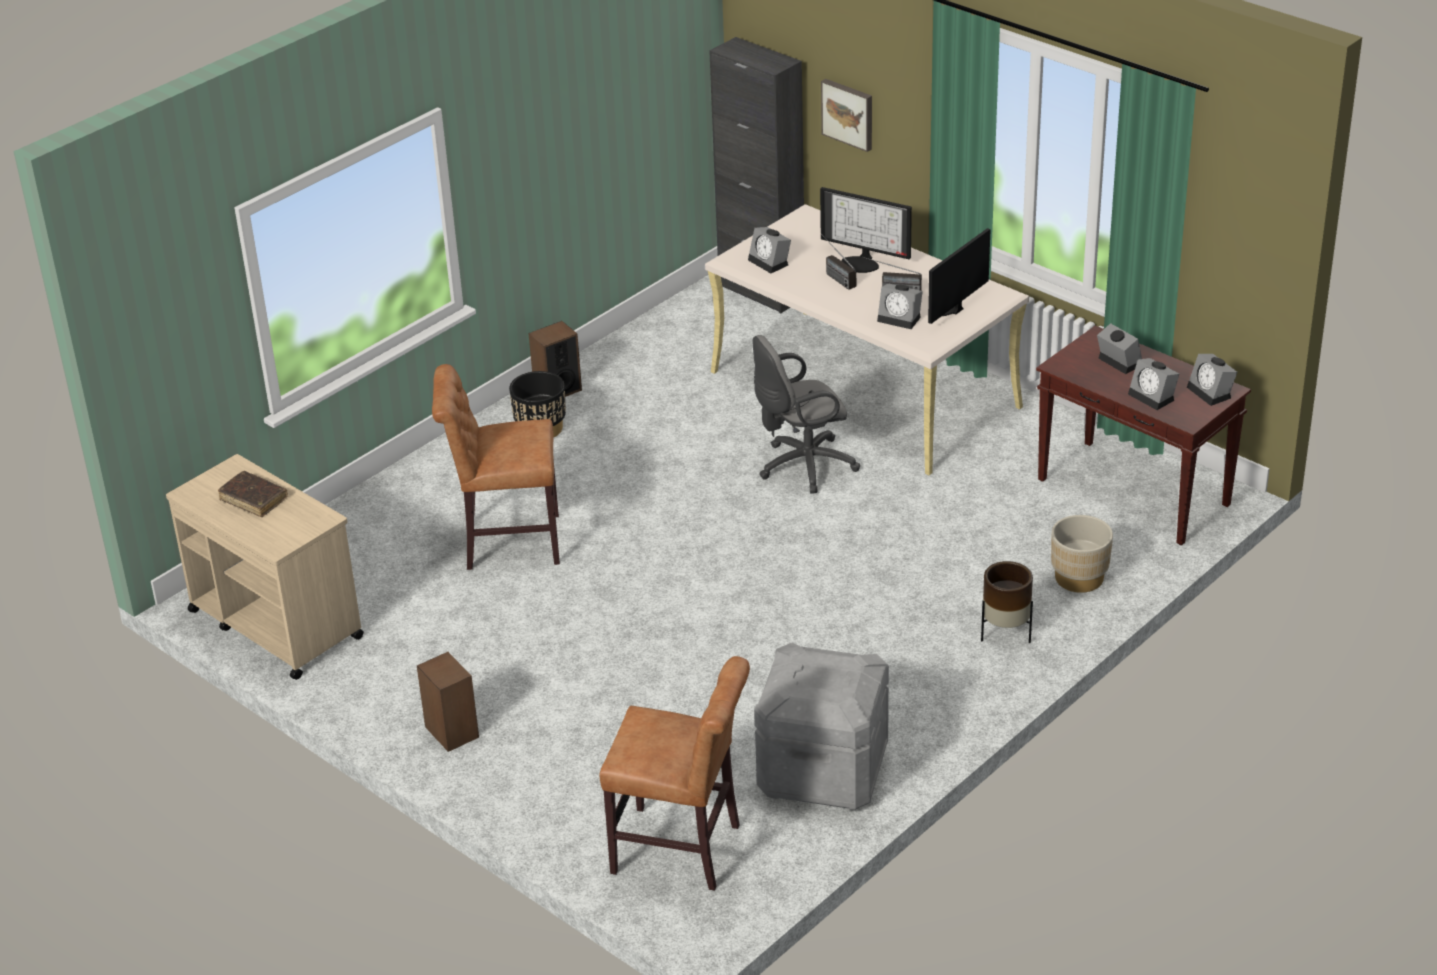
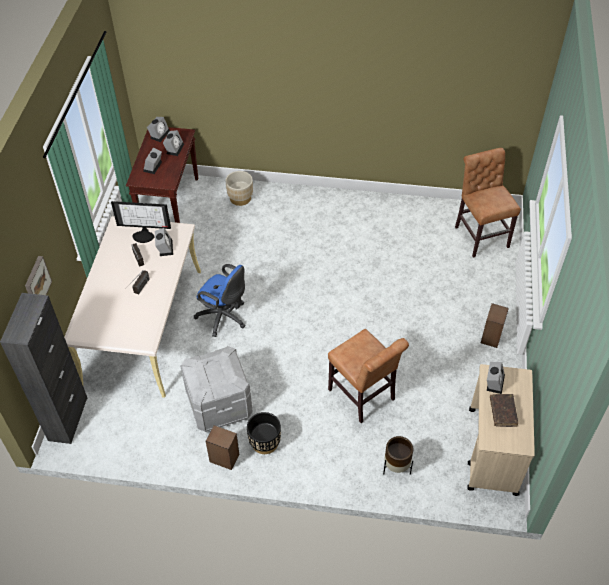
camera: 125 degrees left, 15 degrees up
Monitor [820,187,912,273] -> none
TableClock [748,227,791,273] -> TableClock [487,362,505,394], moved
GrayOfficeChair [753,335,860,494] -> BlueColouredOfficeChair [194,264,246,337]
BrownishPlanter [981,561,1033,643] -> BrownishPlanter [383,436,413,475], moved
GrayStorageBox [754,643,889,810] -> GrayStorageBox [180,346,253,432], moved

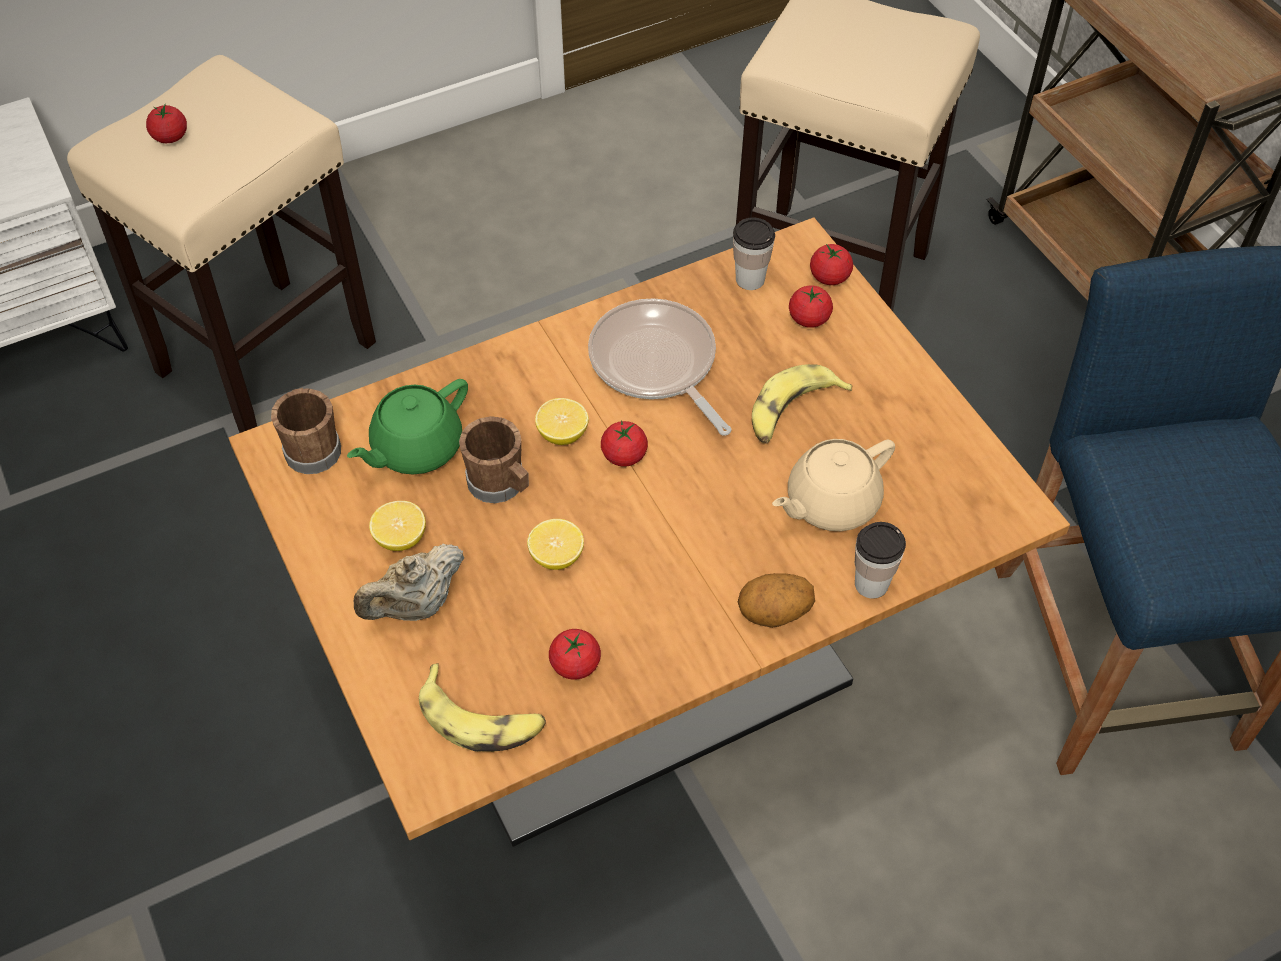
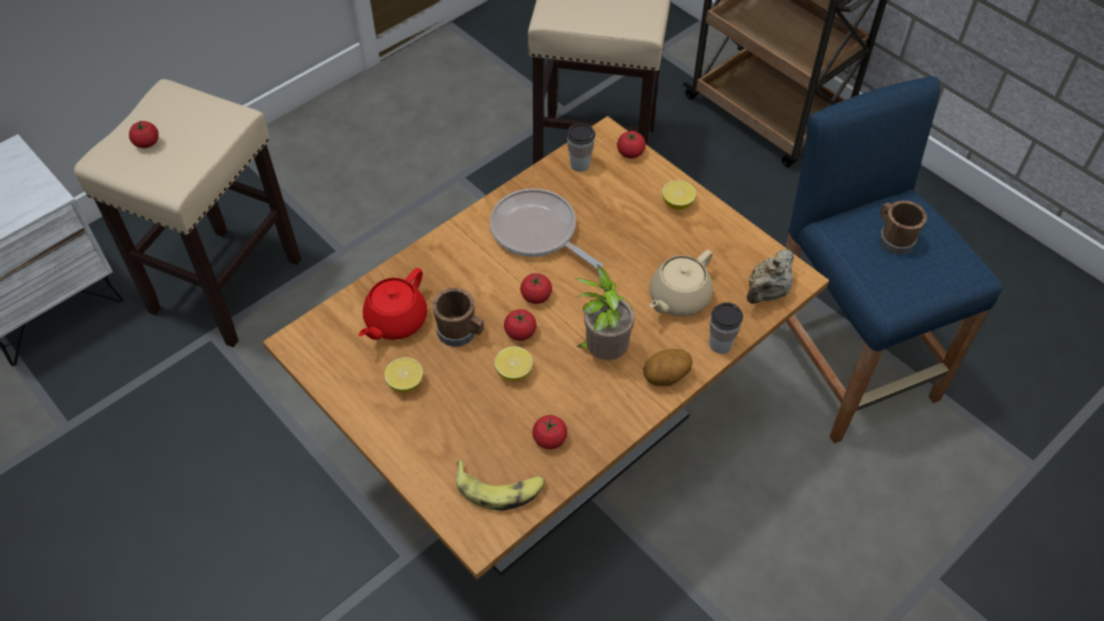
camera: 15 degrees left, 0 degrees up
FreshTomato [789,285,833,328] -> FreshTomato [504,309,537,341], moved
WholeBanana [752,364,852,444] -> none
GreenishTeaPot [347,379,468,475] -> RedTeaPot [359,268,427,340]
BrownishMug [271,388,341,474] -> BrownishMug [879,201,927,255], moved
CitrusFruit [535,398,589,445] -> CitrusFruit [662,180,696,210], moved
SandColouredTeaPot [354,544,465,621] -> SandColouredTeaPot [747,249,794,304], moved
none -> PottedPlant [576,265,635,360]

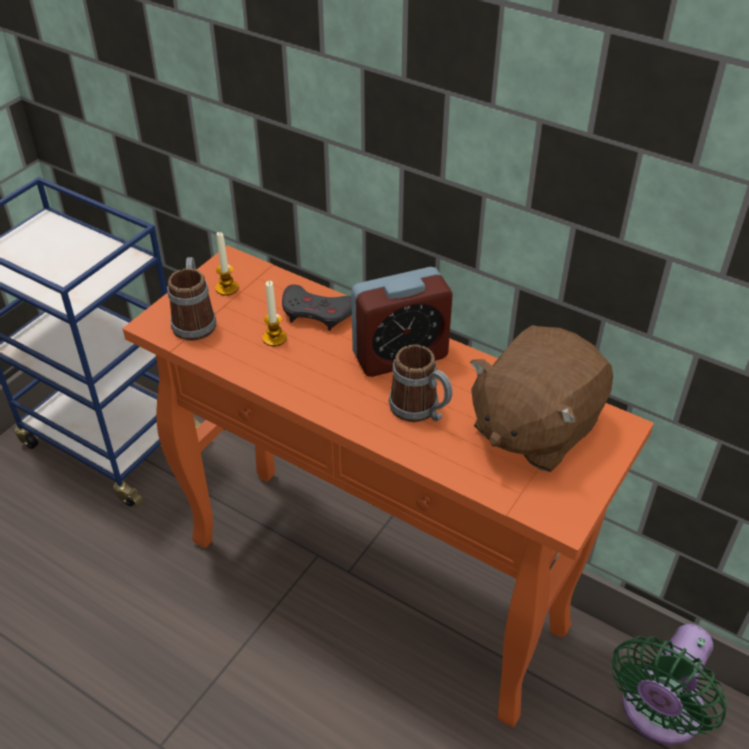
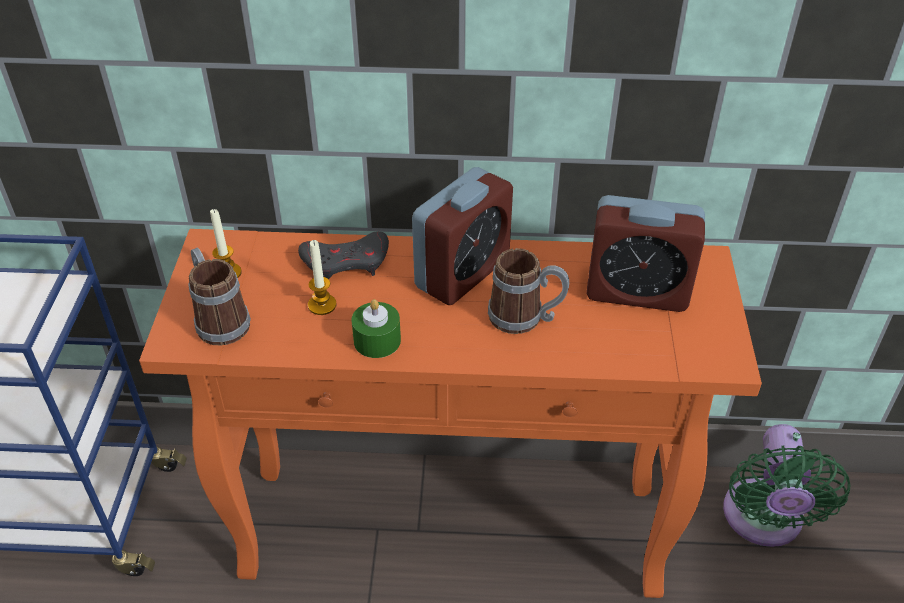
camera: 30 degrees left, 0 degrees up
BrownishPlushToy [470,325,613,472] -> TableClock [586,195,705,312]
none -> GreenishWaxLight [351,299,401,358]

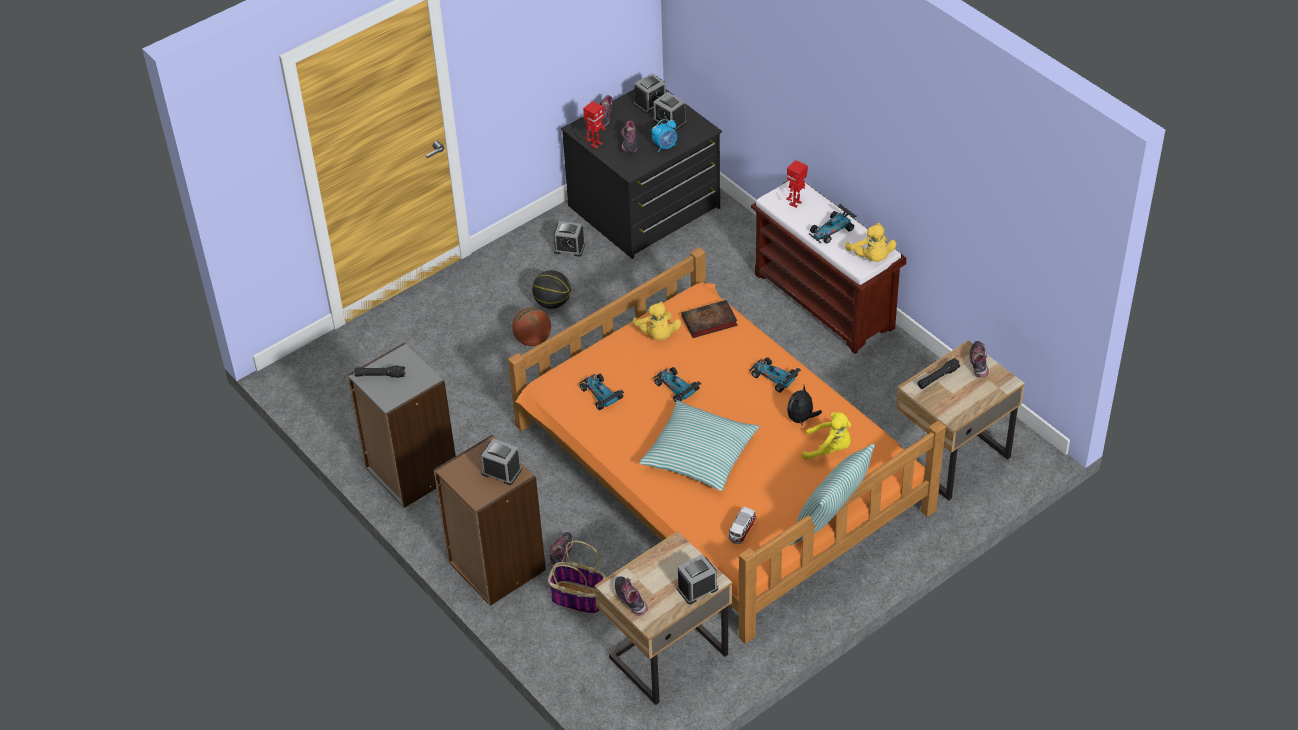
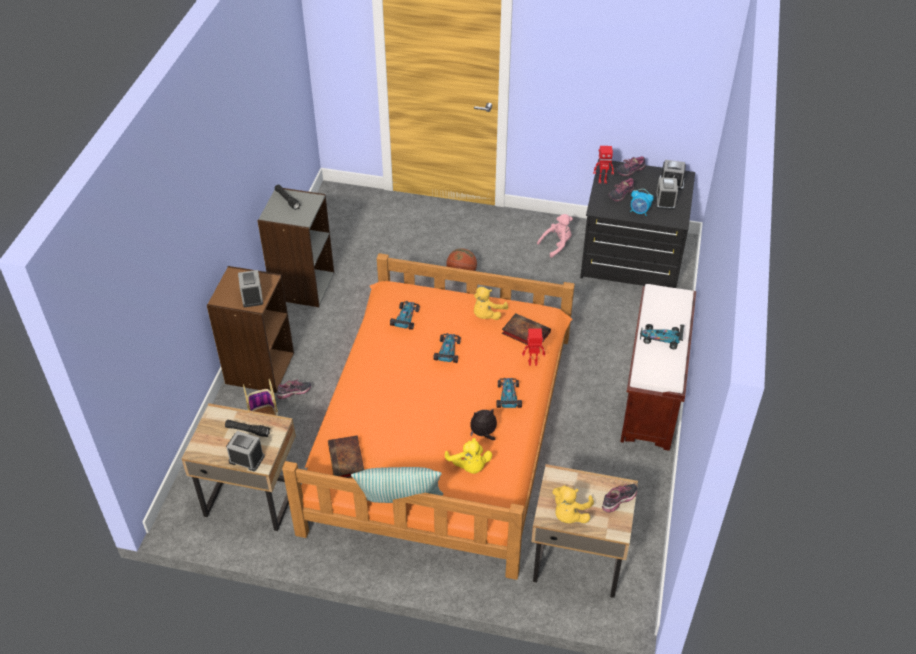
camera: 50 degrees right, 0 degrees up
RobotFigure [786,160,808,208] -> RobotFigure [522,328,545,366], moved
TableClock [554,221,585,257] -> PinkColouredPlushToy [537,214,573,258]
YellowPlushToy [845,223,896,262] -> YellowPlushToy [552,485,594,523], moved
Basketball [532,270,571,309] -> none
BlackColouredTorch [917,358,961,389] -> BlackColouredTorch [225,420,270,437], moved
Pillow [639,400,760,491] -> none
ToyCar [728,507,757,544] -> Book [328,435,364,478]
LowShoe [615,576,648,616] -> none

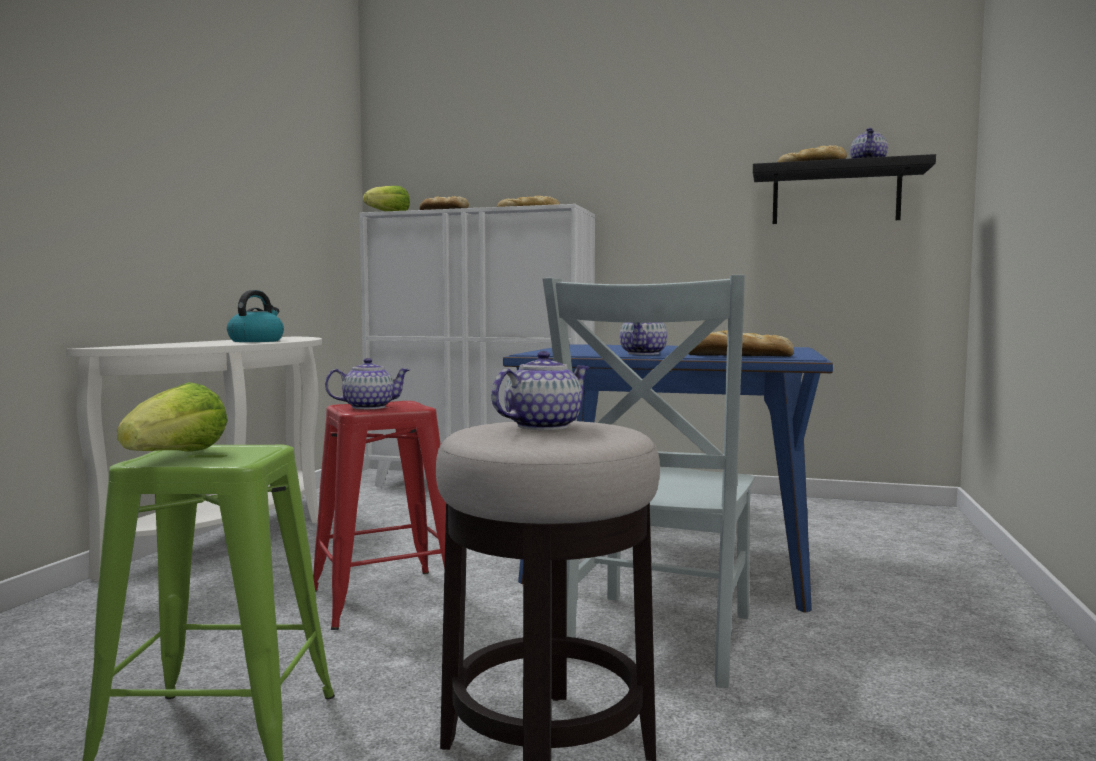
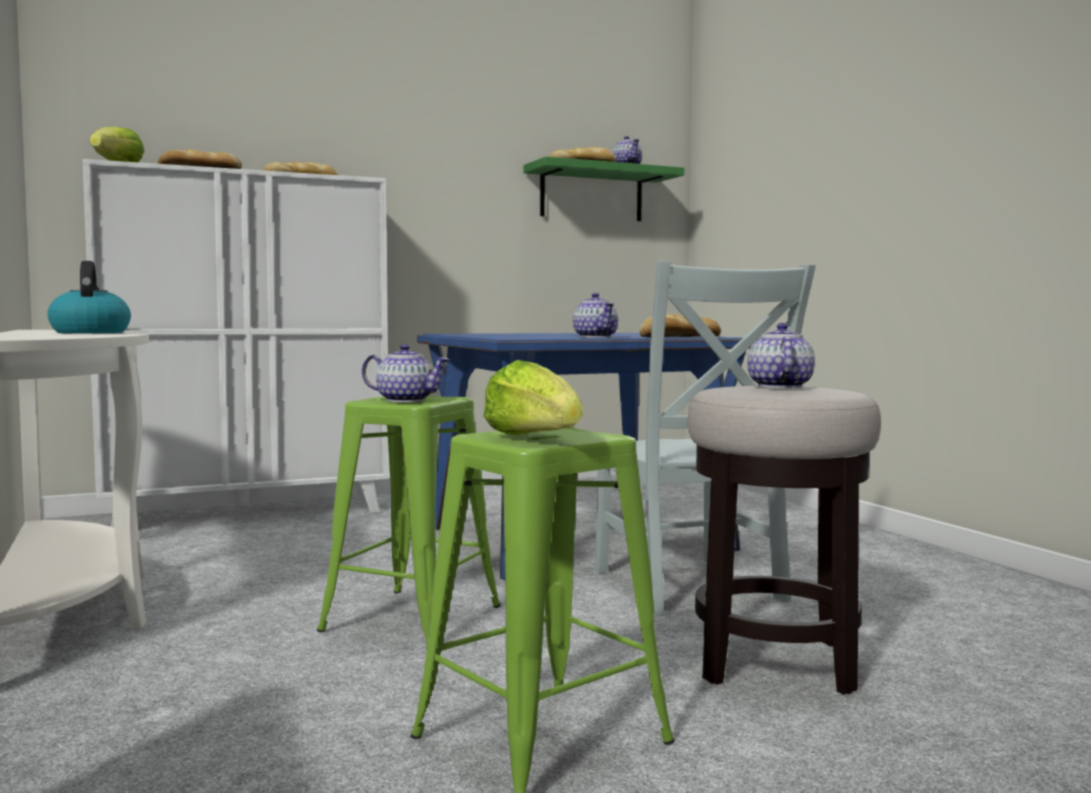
camera: 40 degrees left, 0 degrees up
BlackColouredWallShelf [753,154,936,224] -> GreenishWallShelf [523,157,684,221]
TeaPot [325,358,410,409] -> TeaPot [362,344,450,402], 75 degrees clockwise
RedSittingStool [313,401,446,630] -> GreenishSittingStool [317,396,501,648]

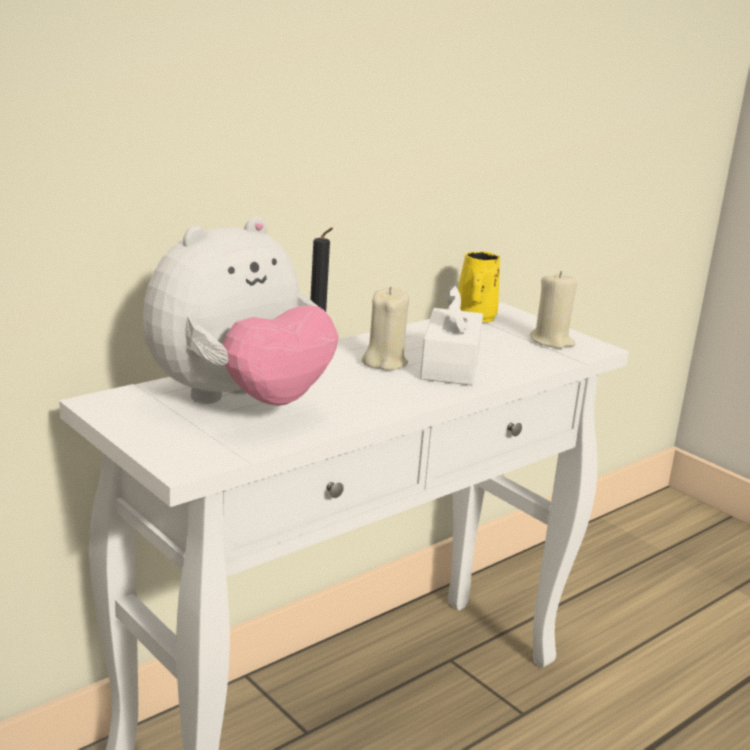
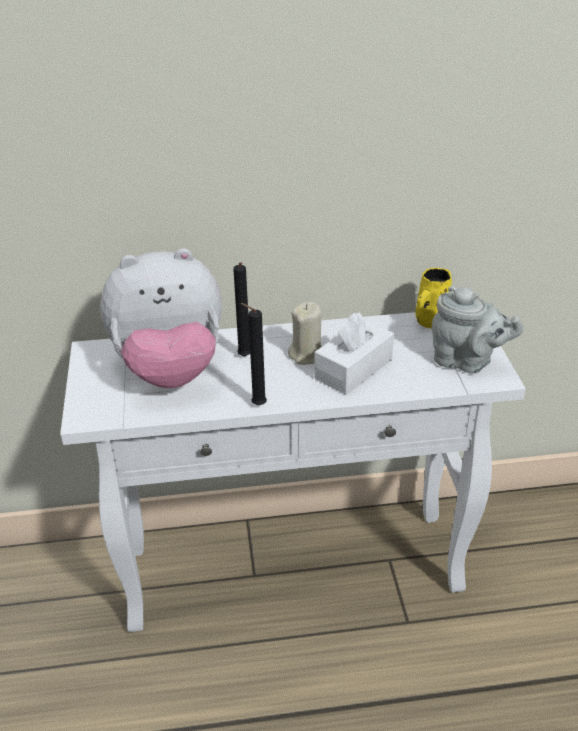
camera: 35 degrees right, 15 degrees up
SandColouredWaxLight [530,271,577,349] -> GrayTeaPot [432,286,524,373]
none -> BlackColouredWaxLight [240,303,267,405]

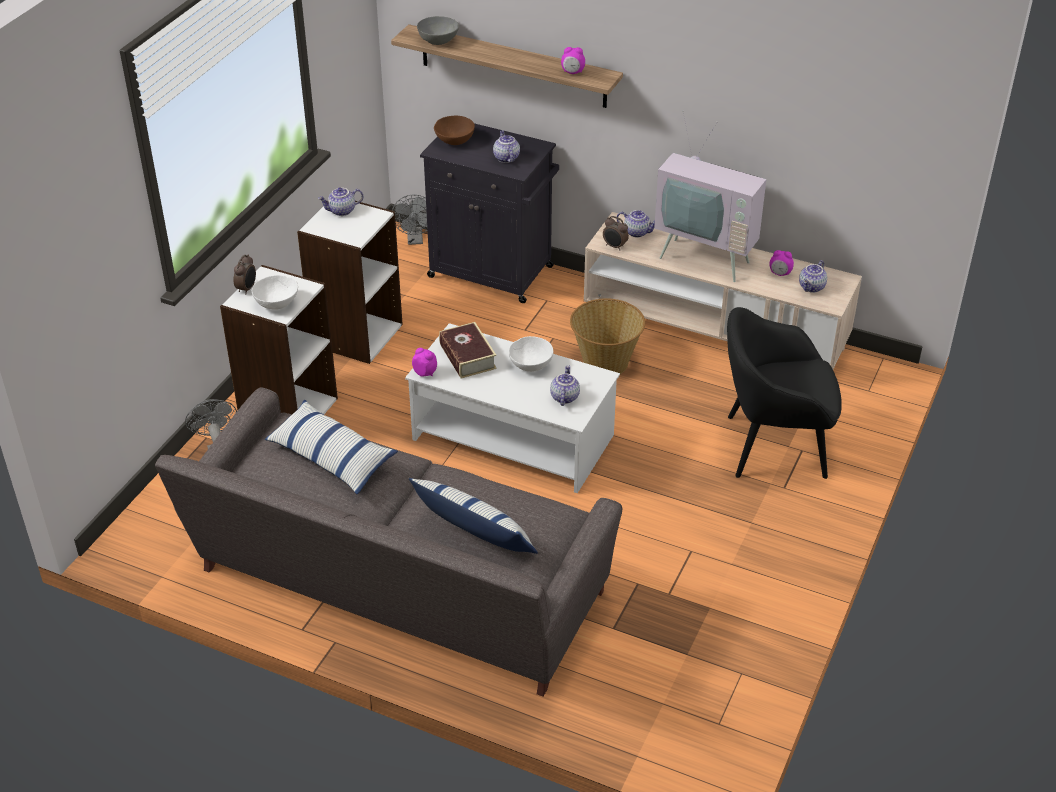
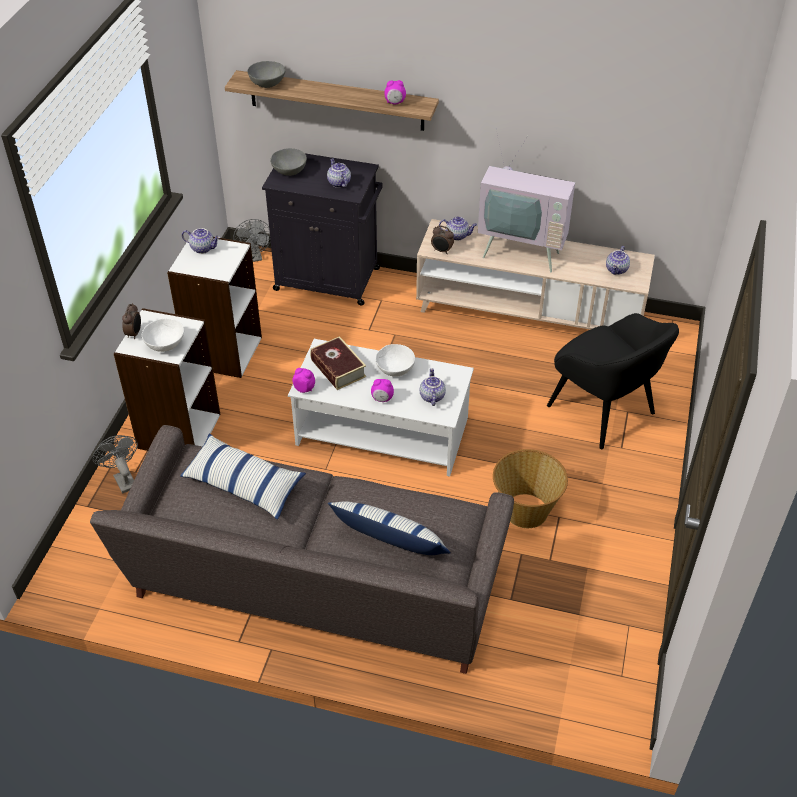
camera: 10 degrees left, 5 degrees up
BrownishBowl [434,116,475,145] -> GrayBowl [270,148,307,176]
TeaPot [318,188,363,216] -> TeaPot [182,228,220,254], 135 degrees counterclockwise
TableClock [769,250,794,276] -> TableClock [371,379,394,402], moved
StorageBasket [570,298,645,374] -> StorageBasket [493,449,568,528], moved
BlackColouredArmchair [727,307,842,479] -> BlackColouredArmchair [547,313,679,449], 120 degrees counterclockwise

